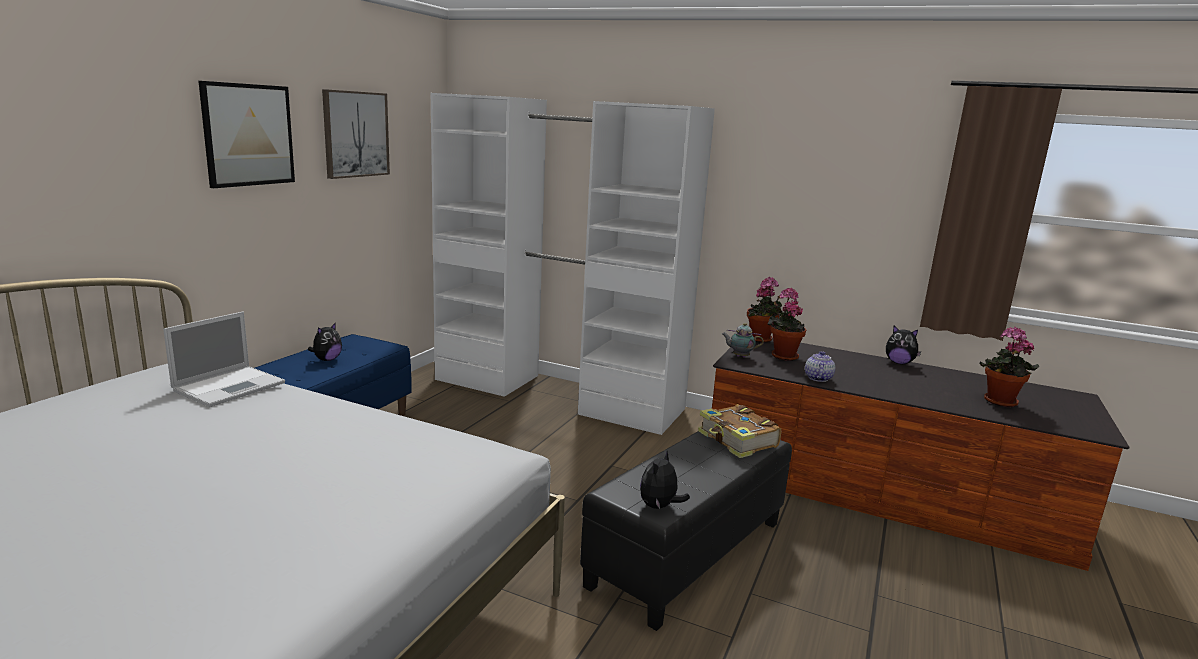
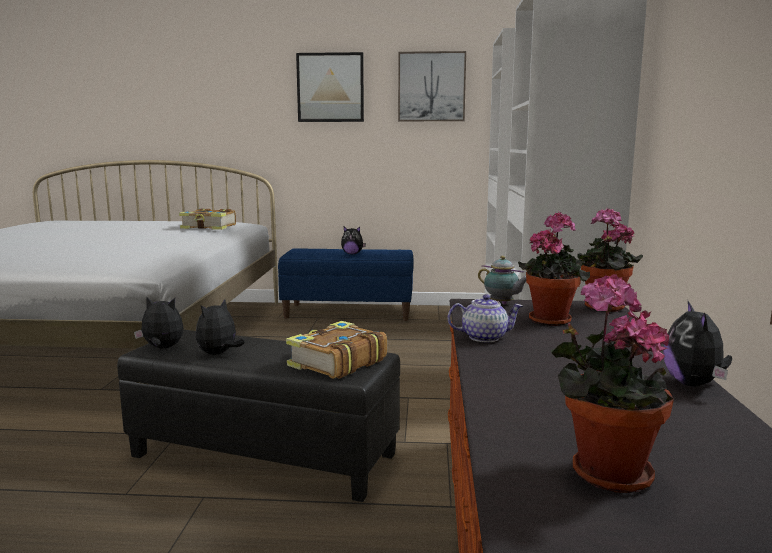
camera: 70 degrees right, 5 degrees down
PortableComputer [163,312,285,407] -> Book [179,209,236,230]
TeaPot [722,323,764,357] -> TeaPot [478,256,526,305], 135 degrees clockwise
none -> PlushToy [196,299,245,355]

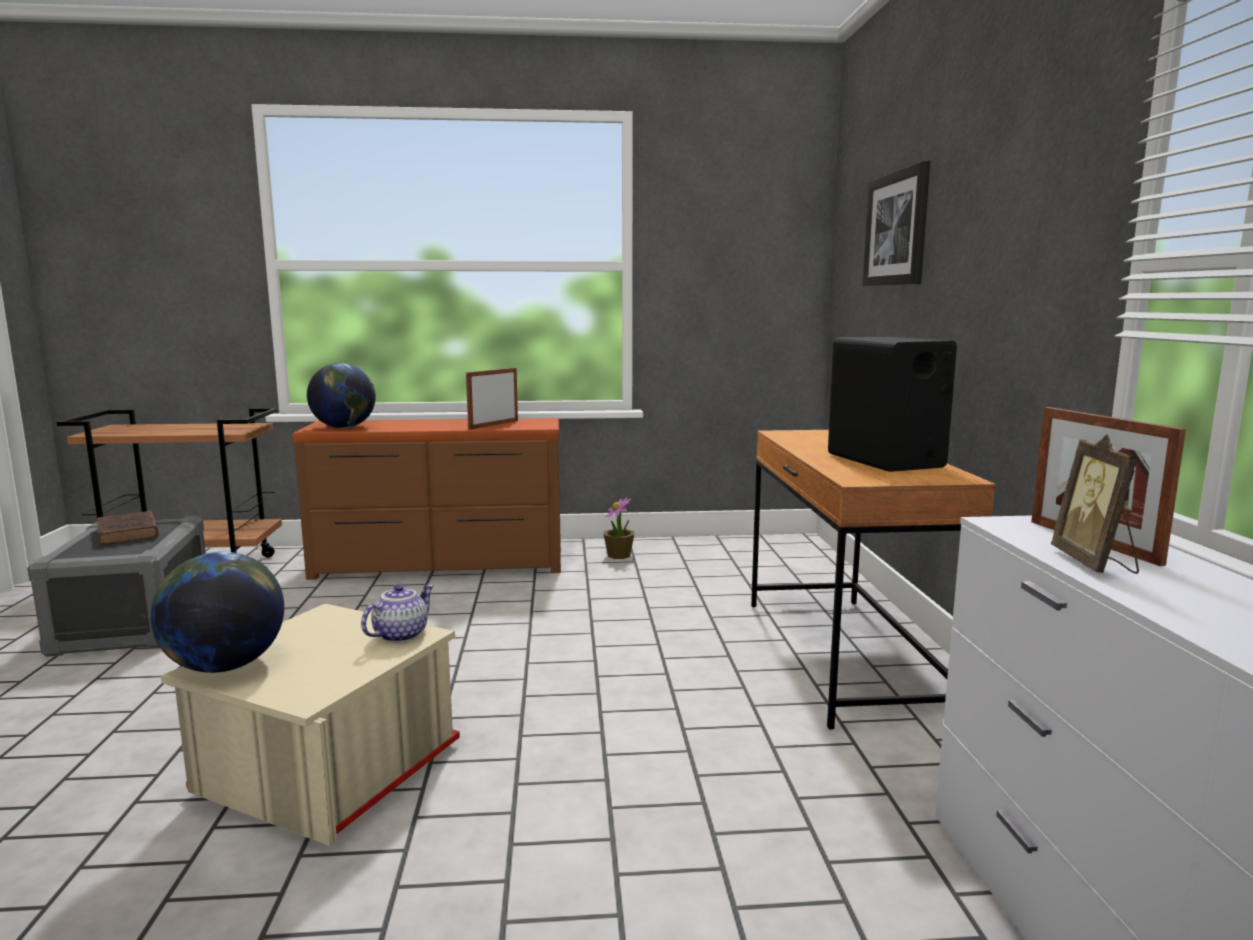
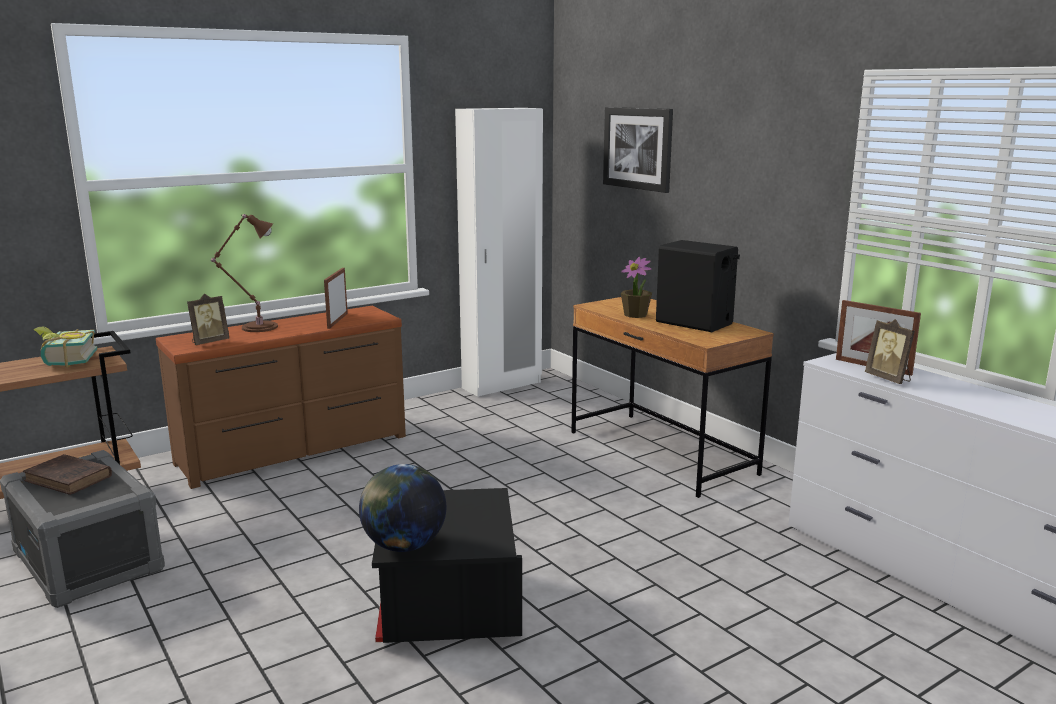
camera: 30 degrees left, 5 degrees up
WorldGlobe [307,363,376,428] -> StandingFrame [187,294,229,345]
PottedPlant [604,497,634,559] -> PottedPlant [621,257,652,318], moved
TeaPot [361,584,434,642] -> none
SandColouredStorageBox [161,603,460,846] -> BlackColouredStorageBox [372,488,522,643]
none -> WhitishWardrobe [455,108,543,397]
none -> BrownishLampForATable [210,214,278,332]
none -> Book [34,326,98,368]

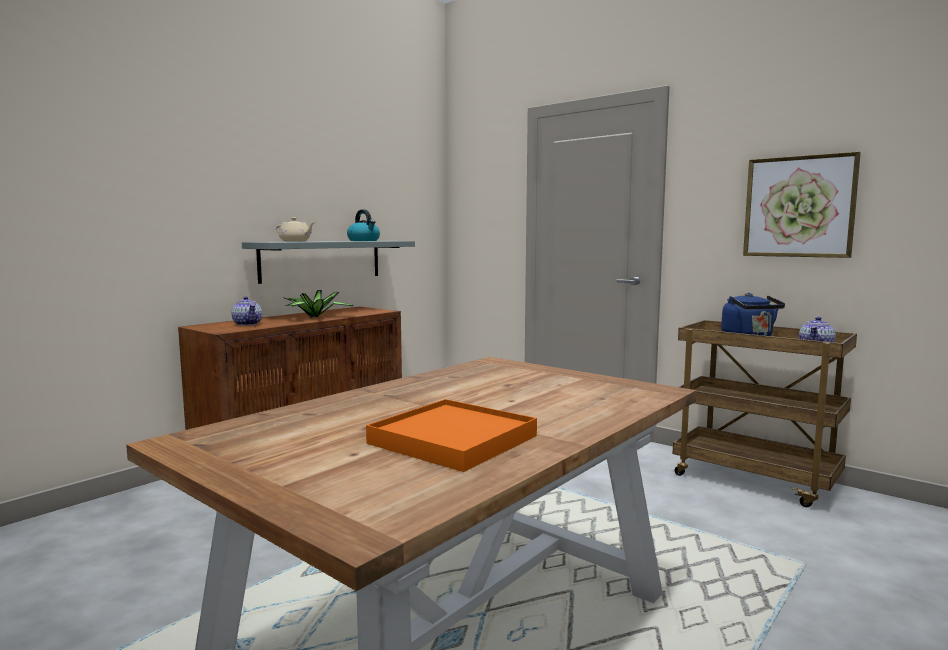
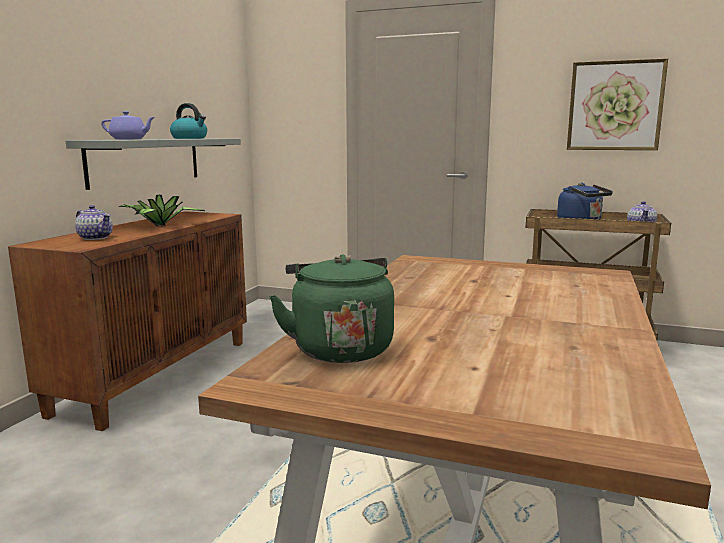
camera: 20 degrees left, 5 degrees up
SandColouredTeaPot [276,218,315,242] -> PurpleTeaPot [101,111,155,139]
OrangeyServingTray [366,399,537,472] -> none
none -> GreenishTeaKettle [269,254,394,363]

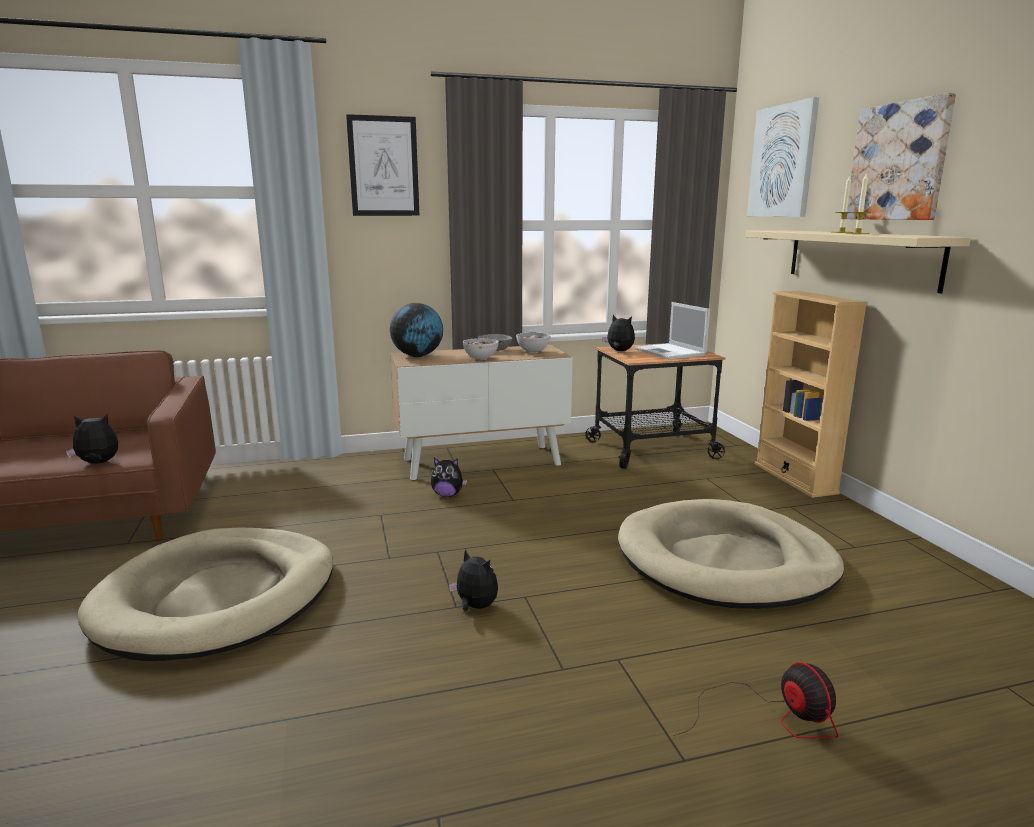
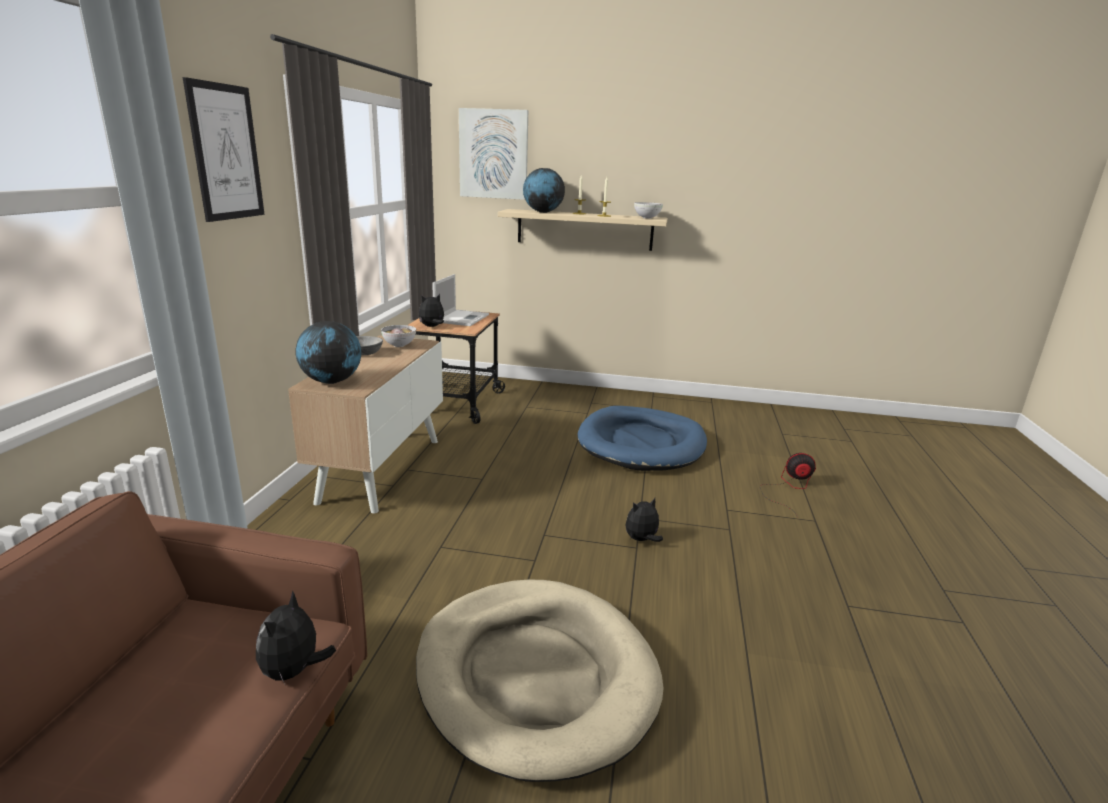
camera: 65 degrees left, 5 degrees up
WallPicture [847,93,956,220] -> none
SandColouredBookcase [754,291,868,498] -> none
PortableComputer [635,302,710,360] -> PortableComputer [432,274,489,326], 75 degrees counterclockwise
Bowl [463,338,499,360] -> Bowl [634,202,663,219], moved
PlushToy [431,458,467,497] -> none
SandColouredDogBed [618,499,844,609] -> BlueColouredDogBed [577,406,707,471]
none -> WorldGlobe [523,168,565,213]

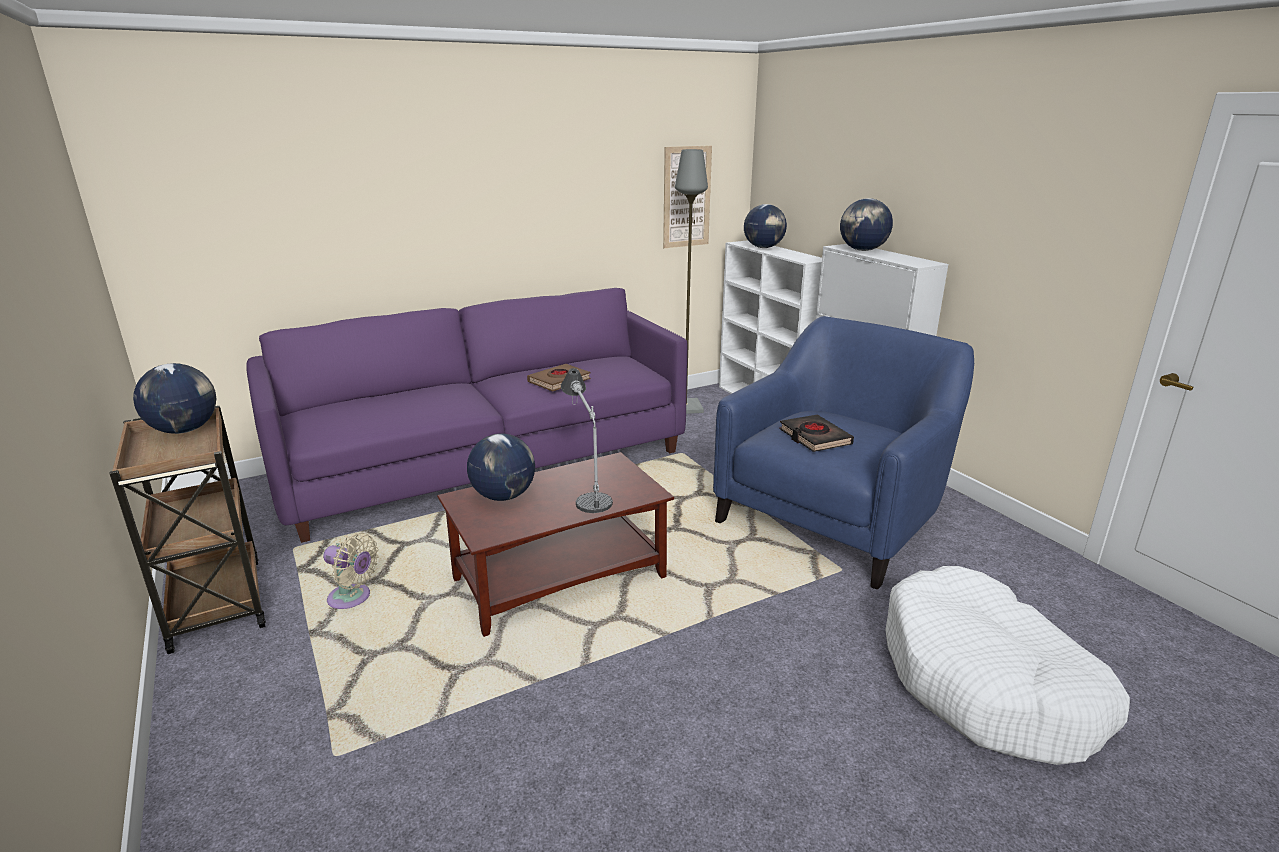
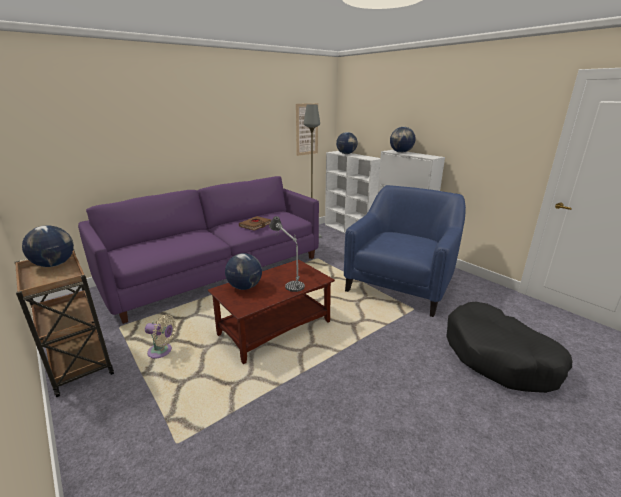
camera: 10 degrees left, 0 degrees up
BlackColouredBook [779,415,854,452] -> none
WhitishDogBed [886,566,1130,765] -> BlackColouredDogBed [446,302,572,393]

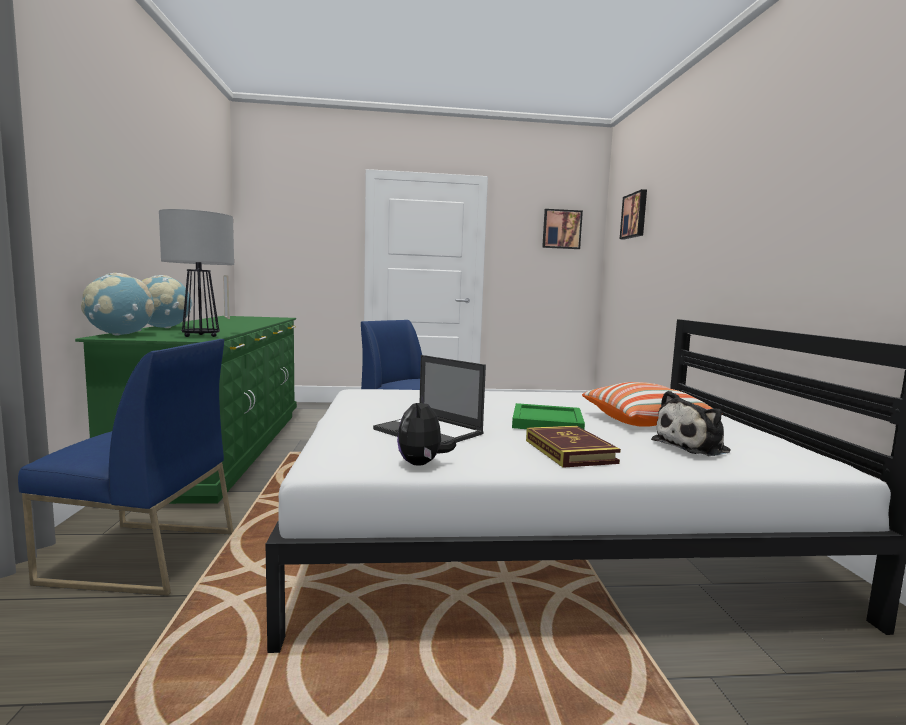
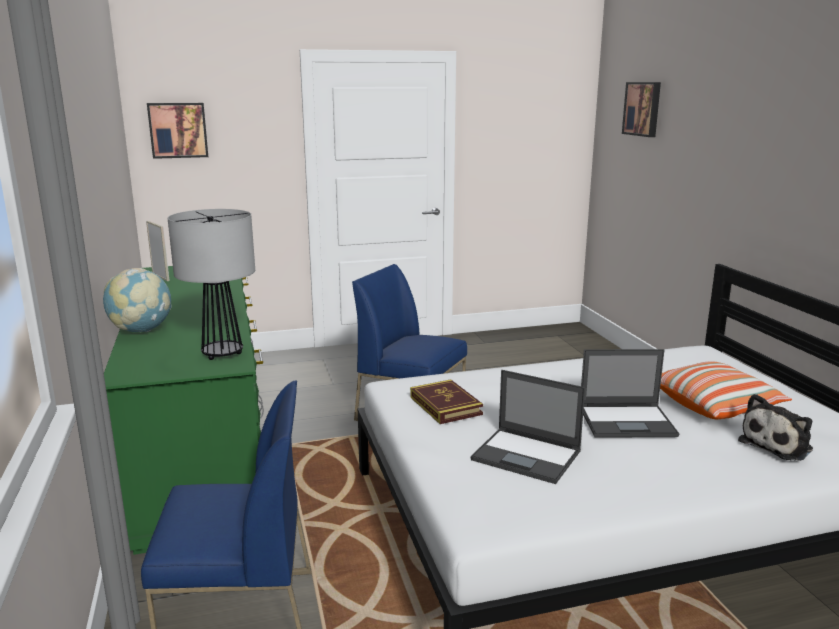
camera: 10 degrees left, 10 degrees up
WallPicture [542,209,583,249] -> WallPicture [147,103,208,159], moved
WorldGlobe [81,273,154,336] -> none
PlushToy [397,396,456,466] -> none
GreenishServingTray [512,403,585,429] -> PortableComputer [581,349,679,438]
Book [526,426,621,468] -> Book [410,379,483,424], moved

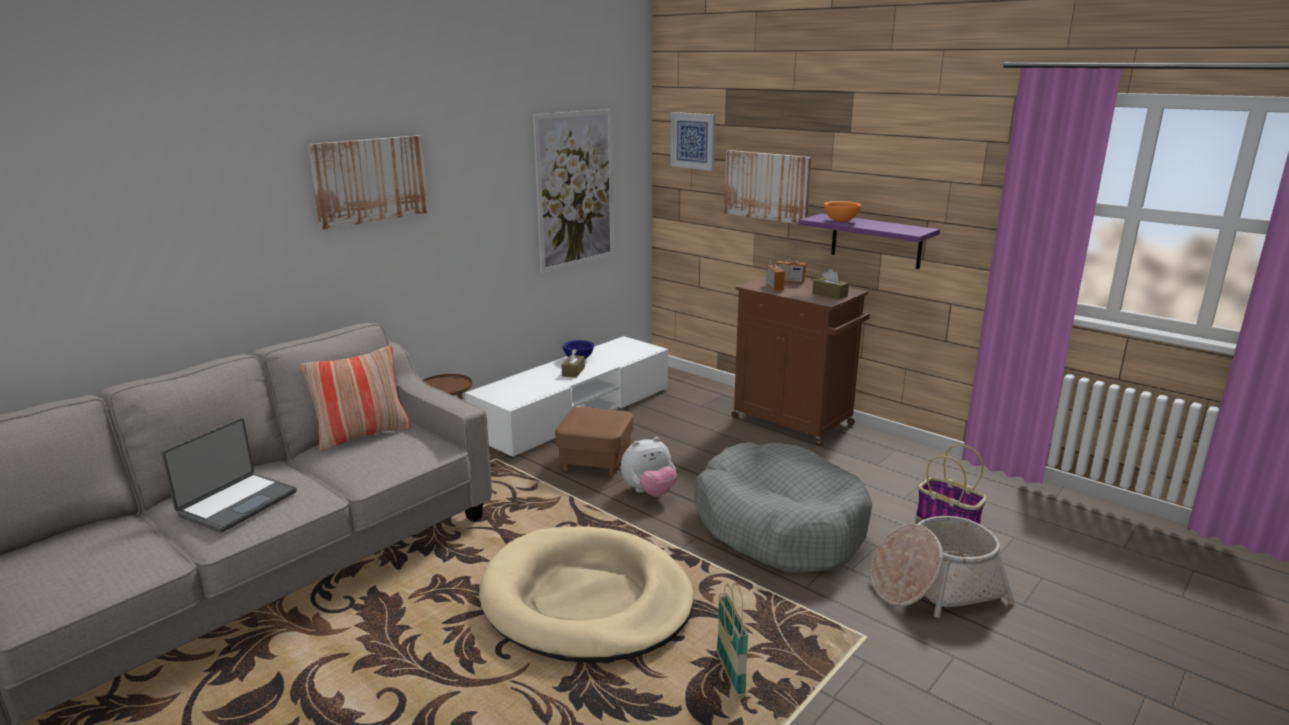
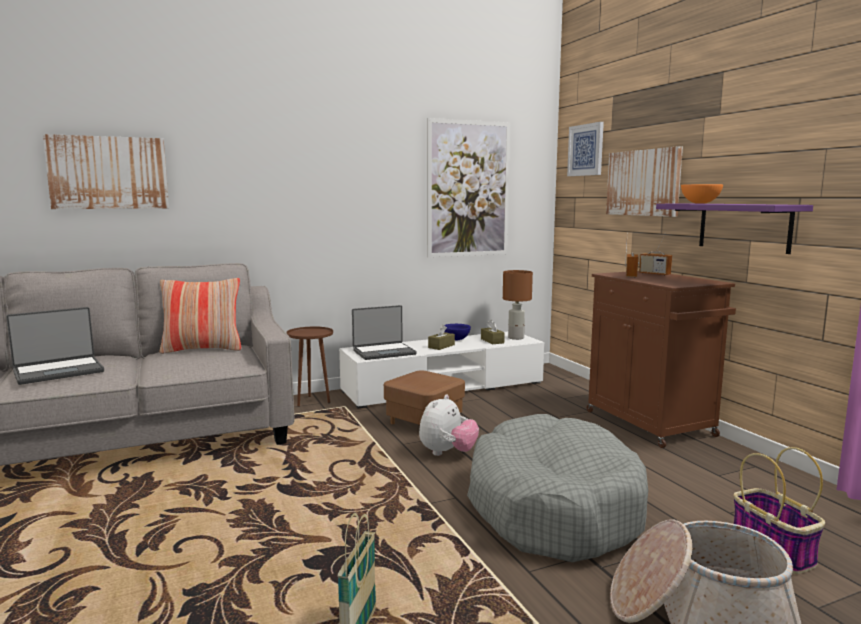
camera: 25 degrees right, 10 degrees down
WallPicture [308,135,429,230] -> WallPicture [43,134,169,209], moved
BrownishTissueBox [812,269,849,299] -> BrownishTissueBox [481,320,505,344], moved
PlushToy [621,437,677,497] -> PlushToy [419,395,479,456], 60 degrees counterclockwise
SandColouredDogBed [479,526,694,663] -> none
none -> BrownishLampForATable [503,270,533,340]
none -> PortableComputer [352,305,417,360]

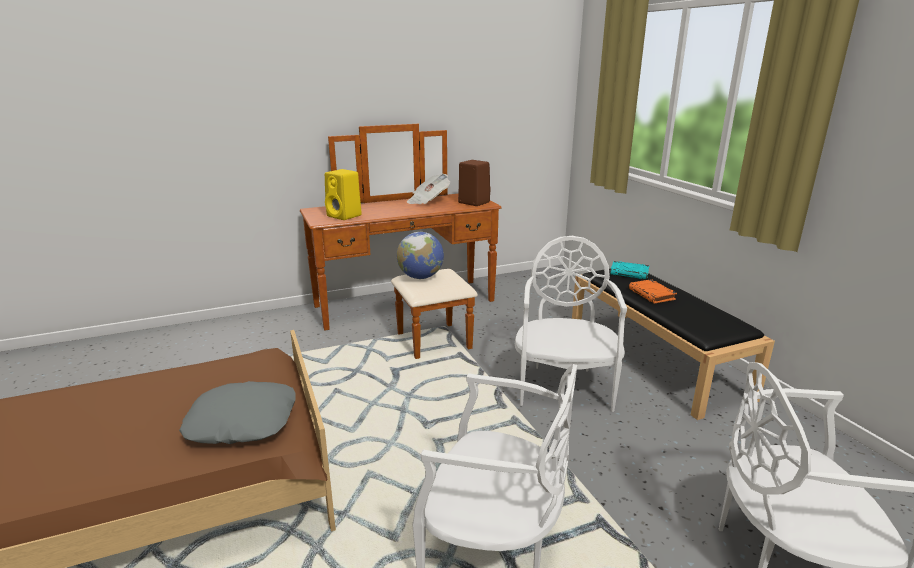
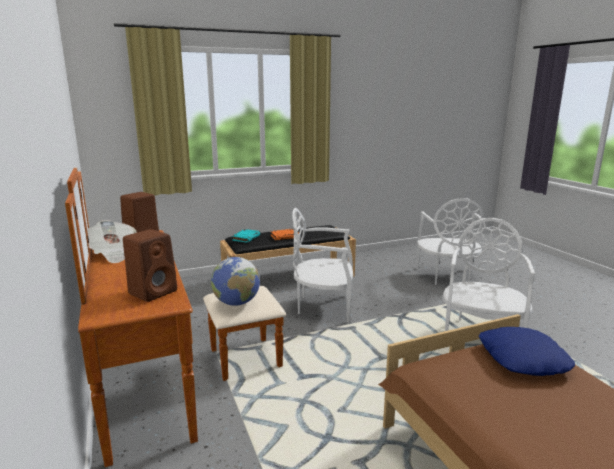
camera: 90 degrees left, 5 degrees down
YellowSpeaker [325,169,362,220] -> BrownishSpeaker [123,229,177,302]
GrayPillow [179,381,296,444] -> BlueColouredPillow [478,327,575,376]

